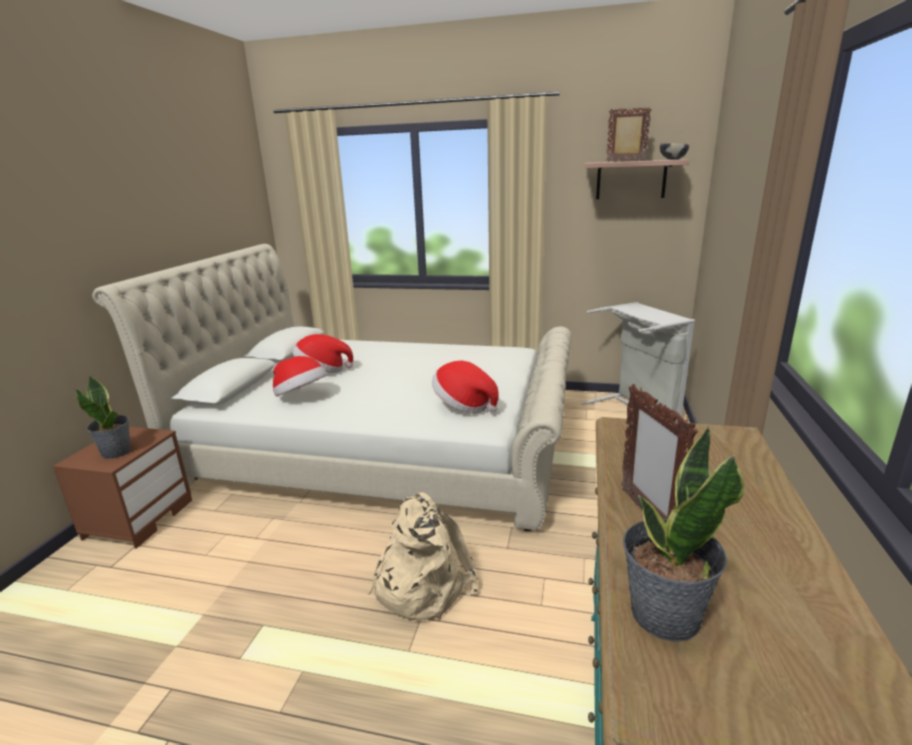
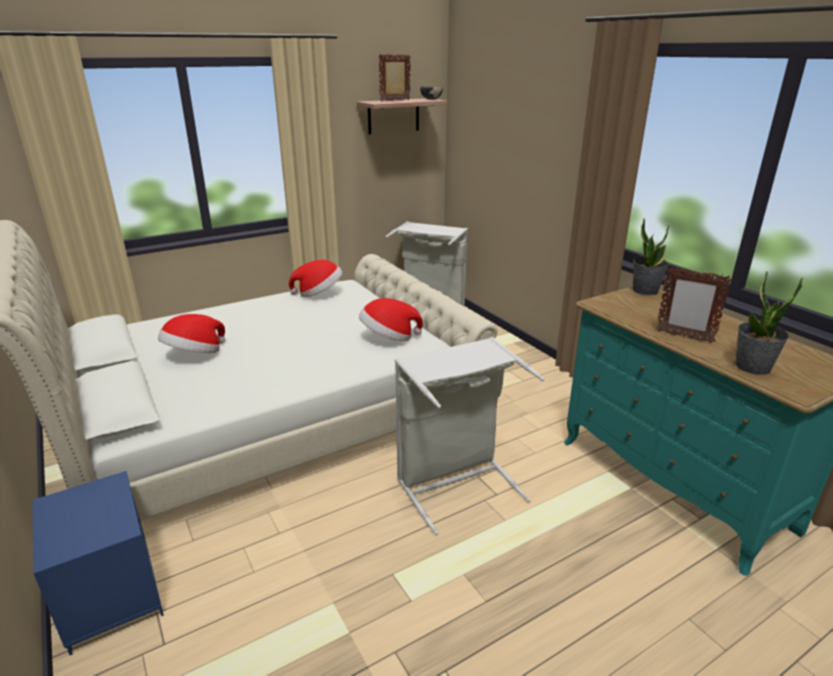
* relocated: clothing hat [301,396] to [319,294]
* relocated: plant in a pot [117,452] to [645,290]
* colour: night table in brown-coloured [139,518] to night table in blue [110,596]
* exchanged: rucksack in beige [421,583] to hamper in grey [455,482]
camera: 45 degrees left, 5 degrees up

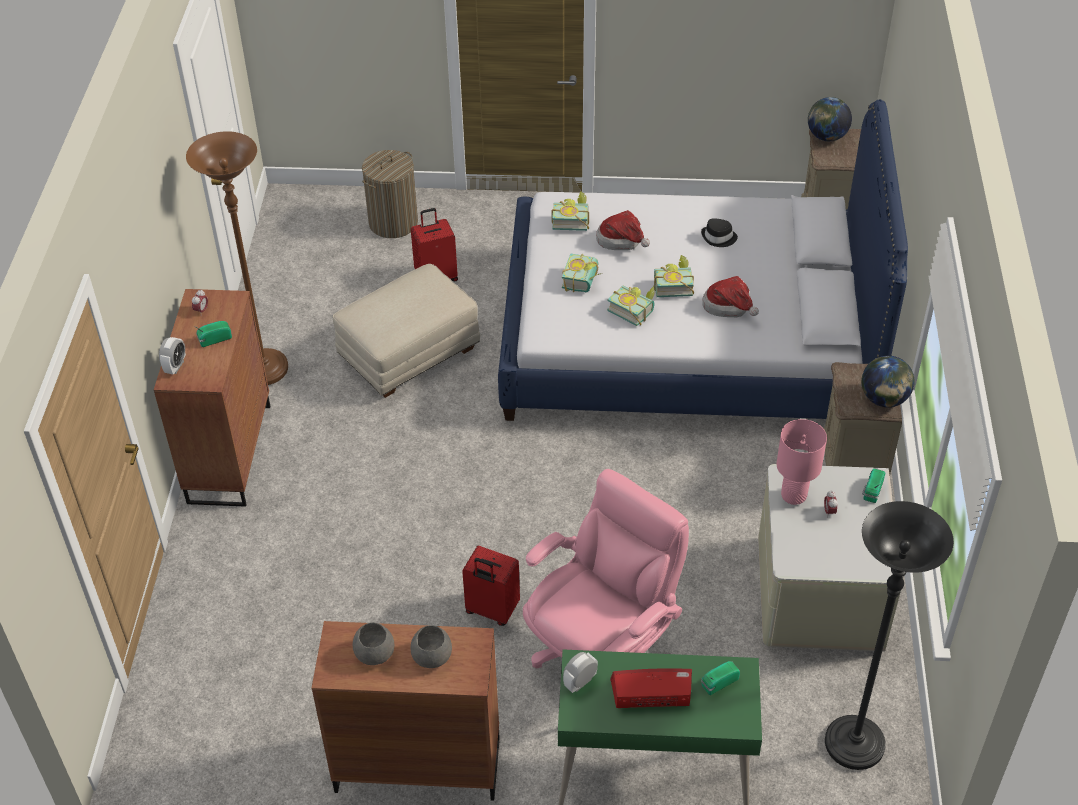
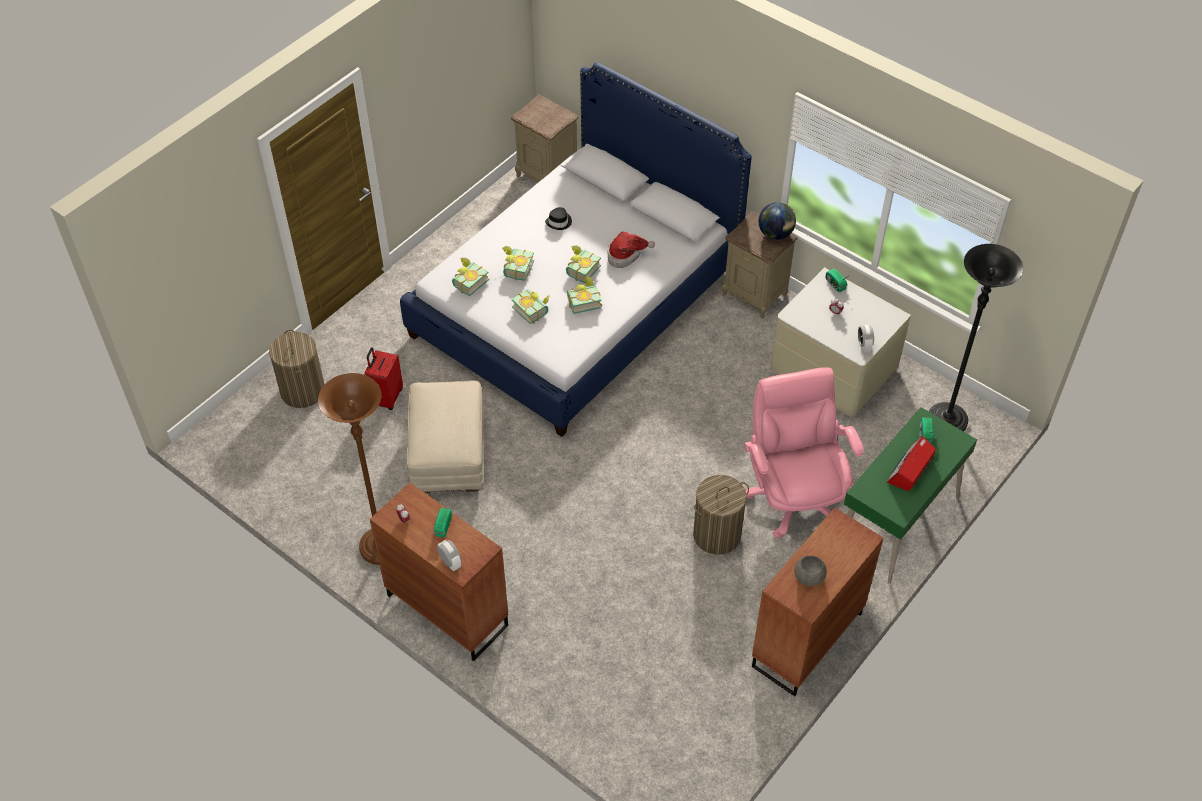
* missing: globe [826,137]
* exchanged: clothing hat [622,241] to volume [515,269]
* missing: tabletop lamp in pink [794,497]
* exchanged: suitcase in red-coloured [491,610] to hamper [716,535]
* missing: deep dish in grey [432,655]
* relocated: alarm clock [580,682] to [863,345]
camera: 55 degrees left, 5 degrees up

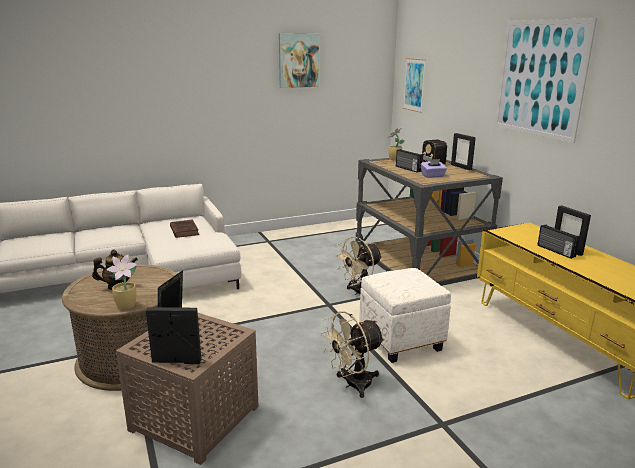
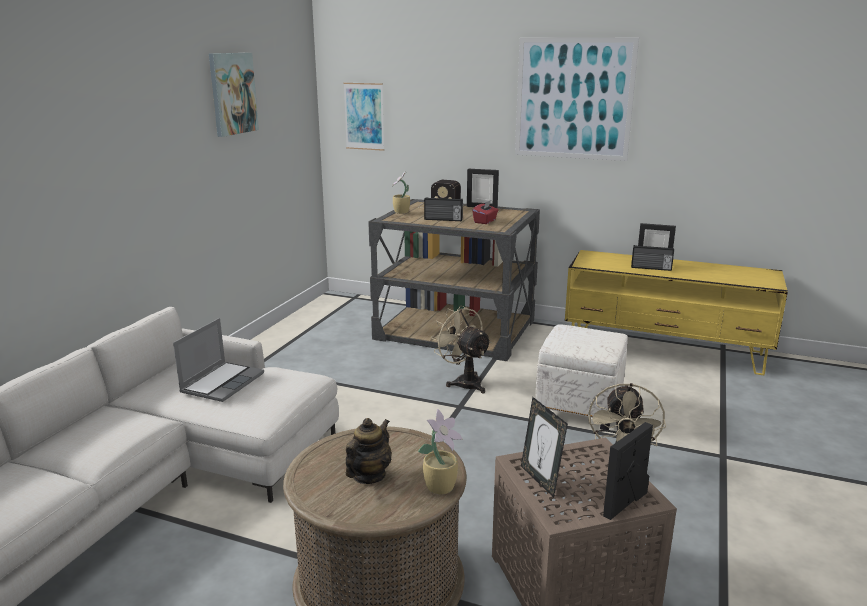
* colour: tissue holder in purple-coloured [433,176] to tissue holder in red-coloured [485,221]
* exchanged: volume in brown-coloured [184,230] to laptop [222,382]
* spun: cooling fan in beige [359,293] = [463,382] 135 degrees clockwise
camera: 45 degrees left, 0 degrees up

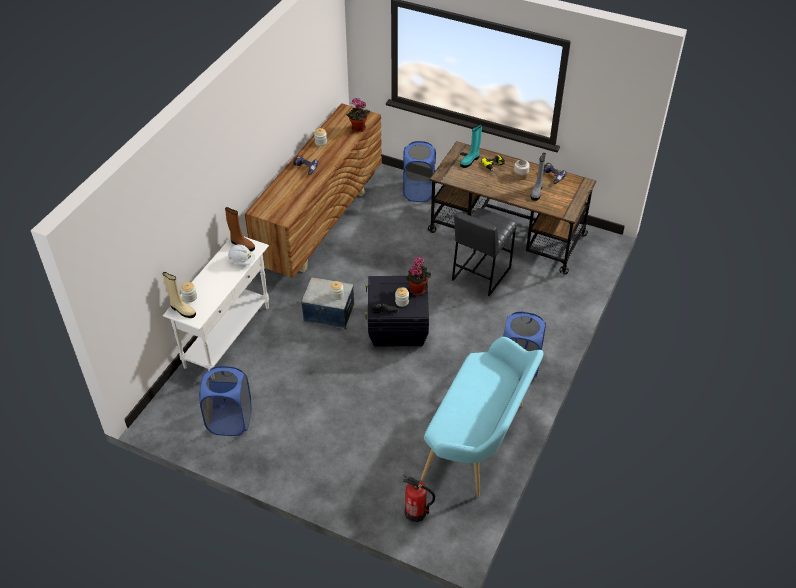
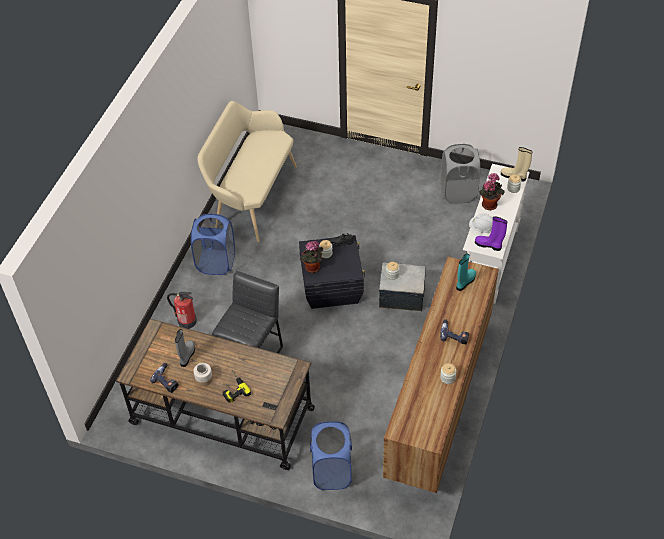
* relocated: plant in a pot [358,129] to [489,203]
* relocated: tall boot in turquoise [470,161] to [465,282]
* colour: tall boot in brown-coloured [242,244] to tall boot in purple-coloured [489,245]
* colour: long seat in turquoise [480,442] to long seat in beige [251,197]
* colour: hamper in blue [230,421] to hamper in grey [458,192]
* relocated: fire-fighting cylinder [416,512] to [186,321]
camera: 175 degrees right, 5 degrees up

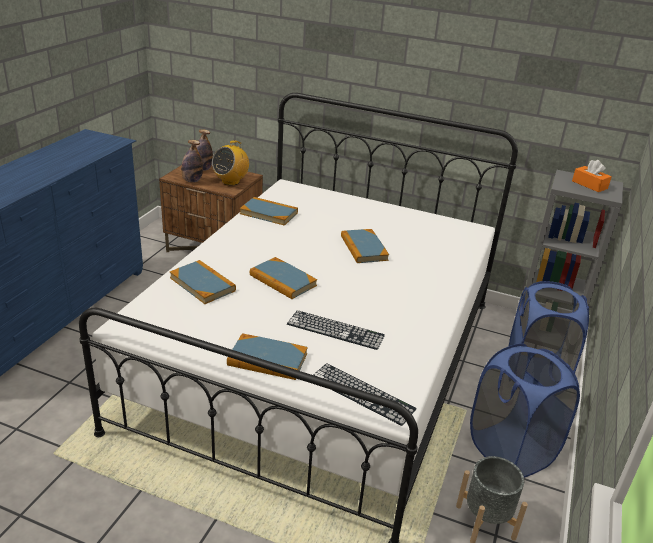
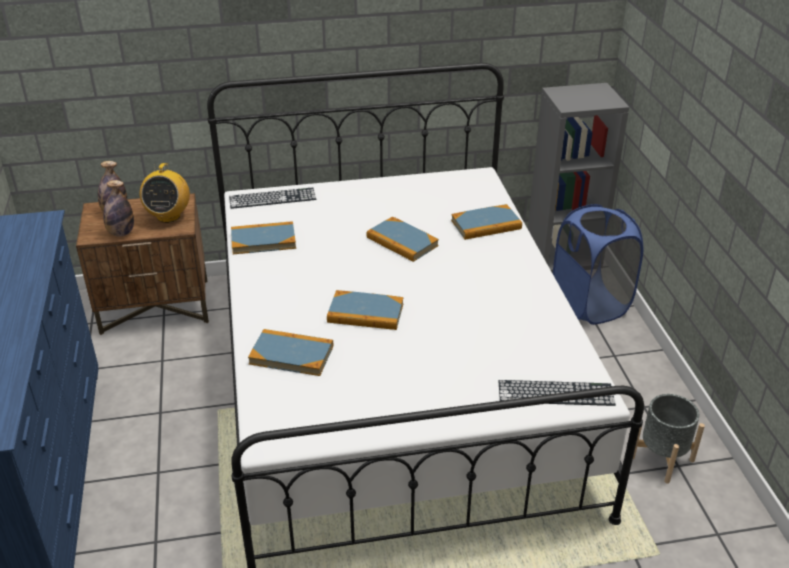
* missing: tissue holder in orange [589,185]
* relocated: PC keyboard [335,330] to [272,198]
* relocated: volume [267,360] to [486,225]
* missing: hamper in blue [510,450]
camera: 30 degrees left, 5 degrees up

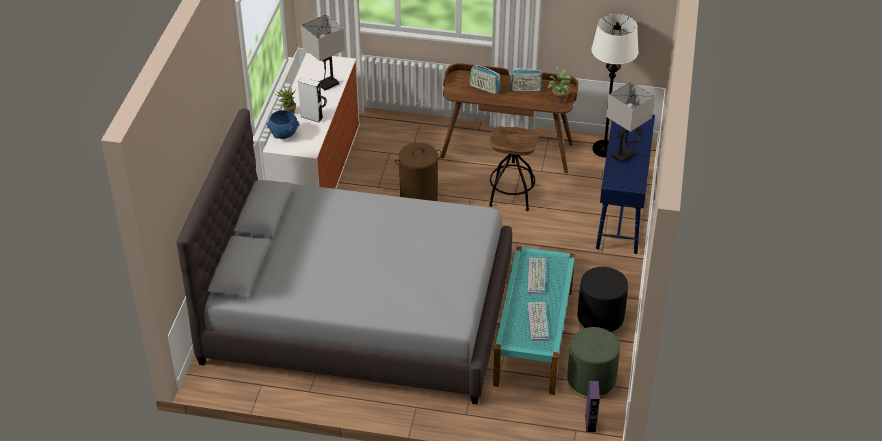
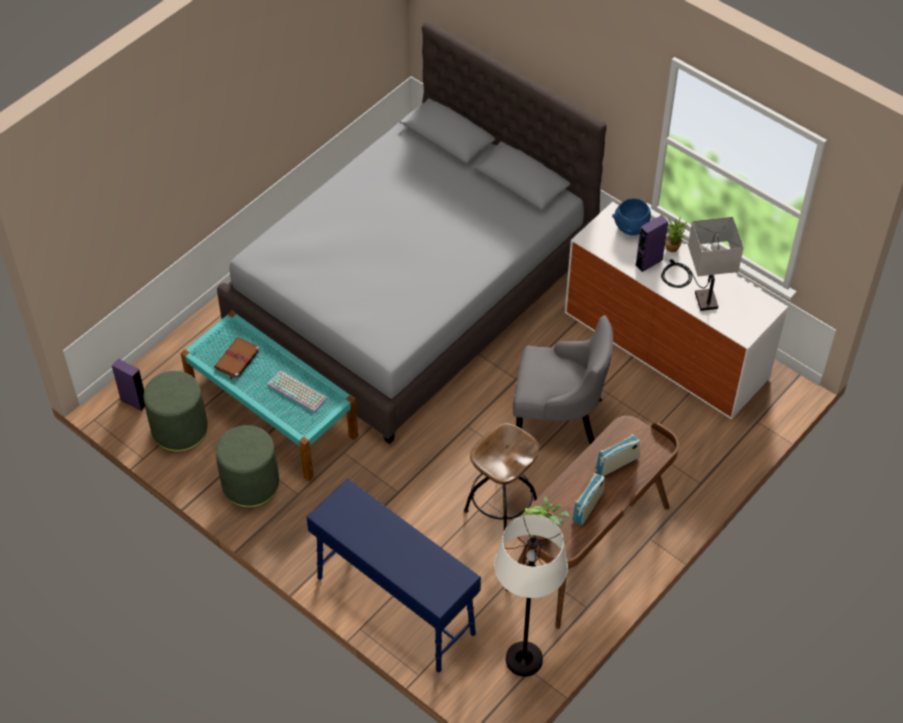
* colour: speaker in white-coloured [311,117] to speaker in purple-coloured [649,262]
* missing: tabletop lamp [627,147]
* exchanged: hamper in brown-coloured [419,197] to plain chair in grey [557,418]
* colour: ottoman in blackish [600,319] to ottoman in green [250,484]
* exchanged: PC keyboard [537,321] to volume in brown-coloured [237,360]
camera: 120 degrees right, 10 degrees up

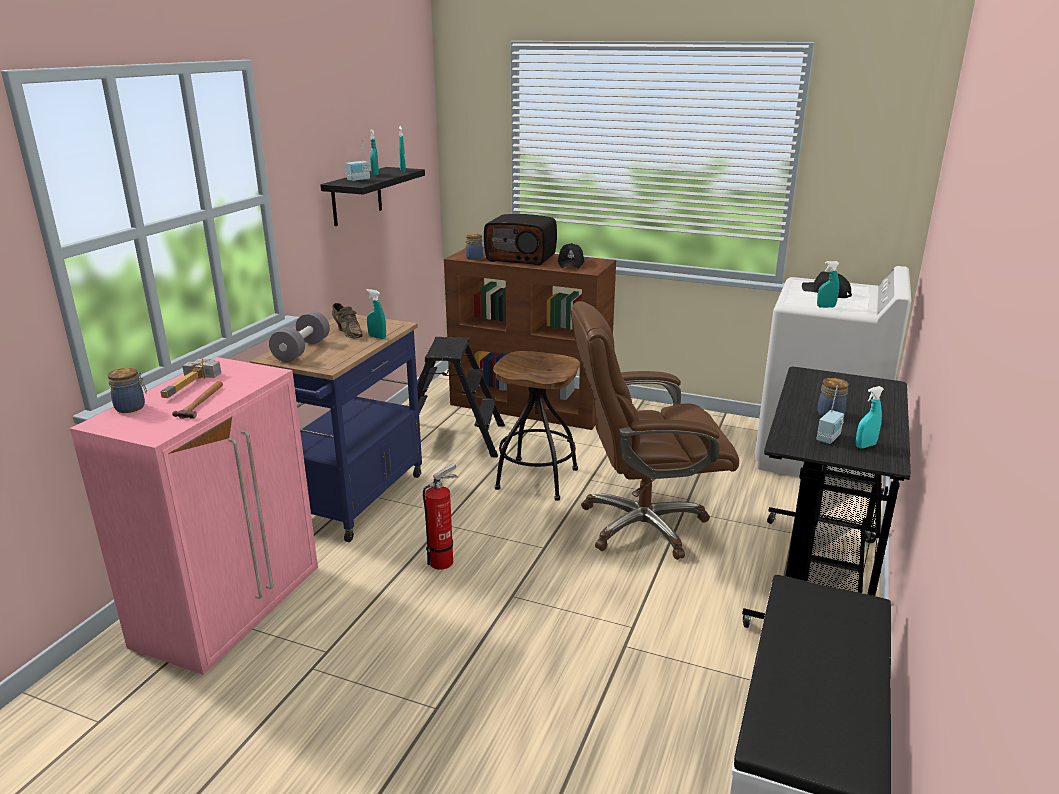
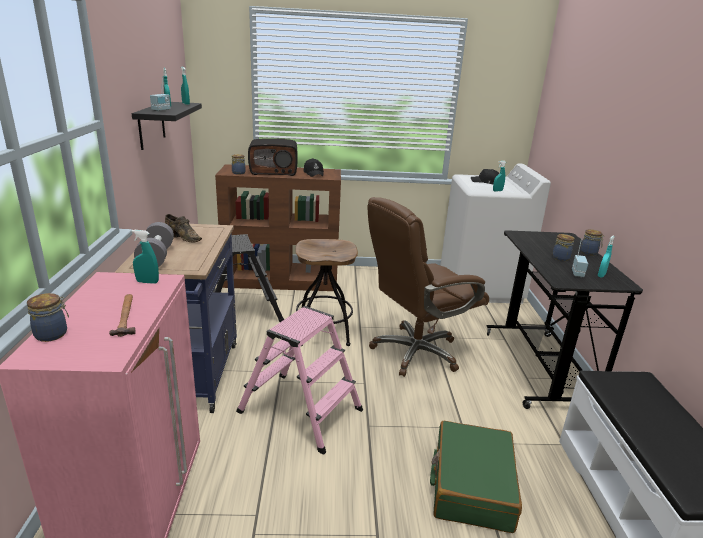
* relocated: sprayer in turquoise [377,337] to [147,282]
* missing: hammer [193,384]
* exchanged: fire-fighting cylinder [444,561] to step stool in pink [300,410]
* appeared: preserve jar [589,253]
* appeared: suitcase in green [471,485]
camera: 25 degrees left, 0 degrees up

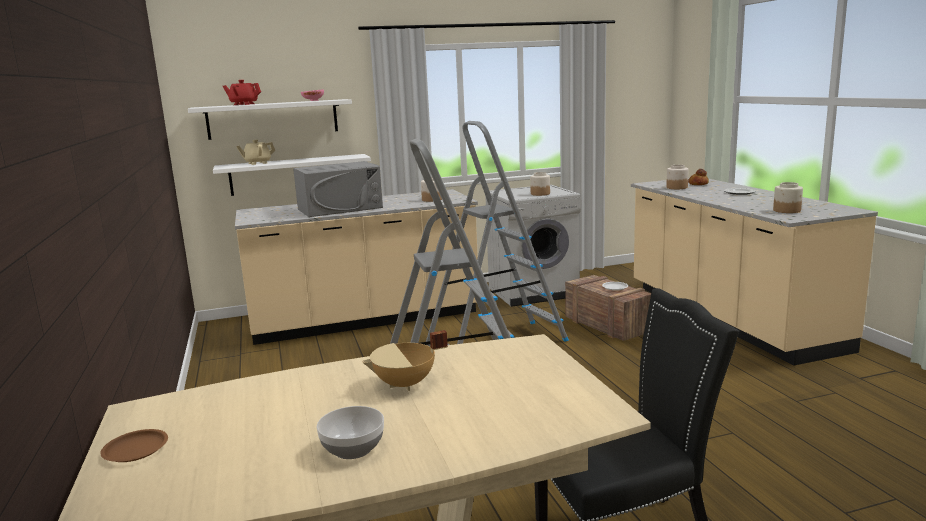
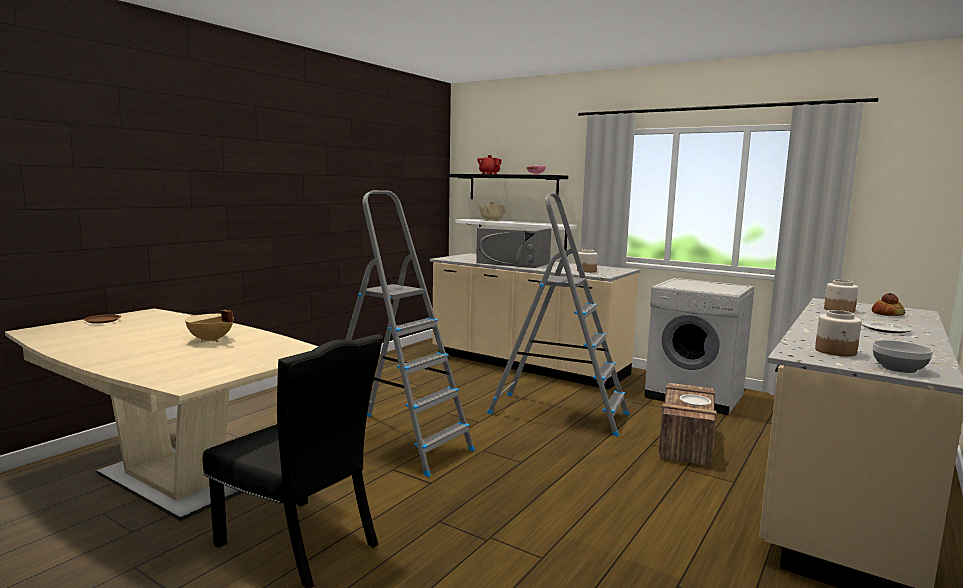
* colour: bracket shelf in white-coloured [273,119] to bracket shelf in blackish [513,187]
* missing: preserve jar [540,194]
* relocated: deep dish [352,449] to [898,368]
camera: 50 degrees right, 5 degrees down

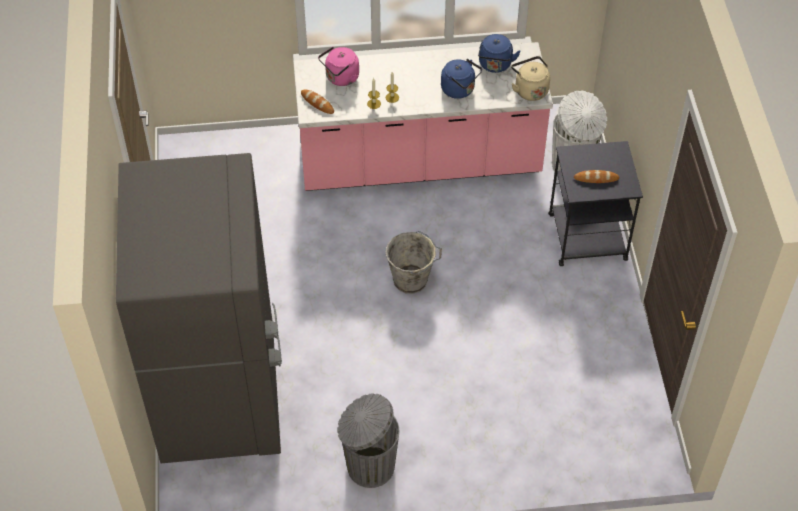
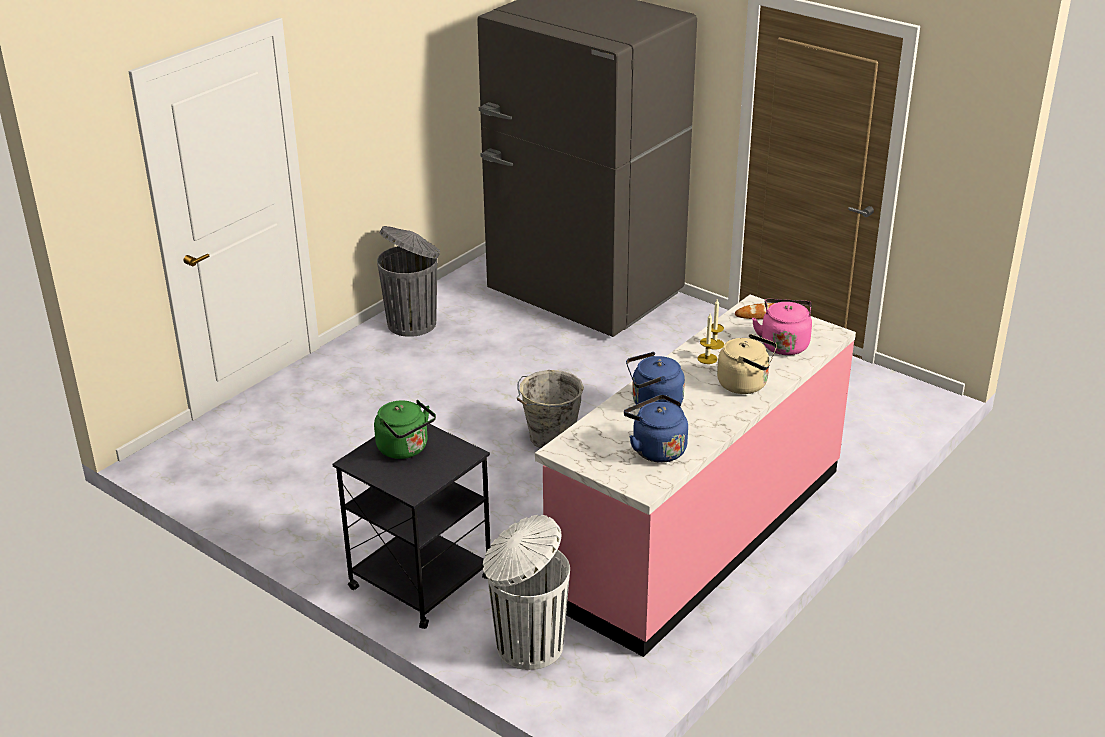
* relocated: tea kettle in beige [529,90] to [746,384]
* exchanged: baked bread [596,178] to tea kettle in green [405,449]
camera: 135 degrees right, 20 degrees down

